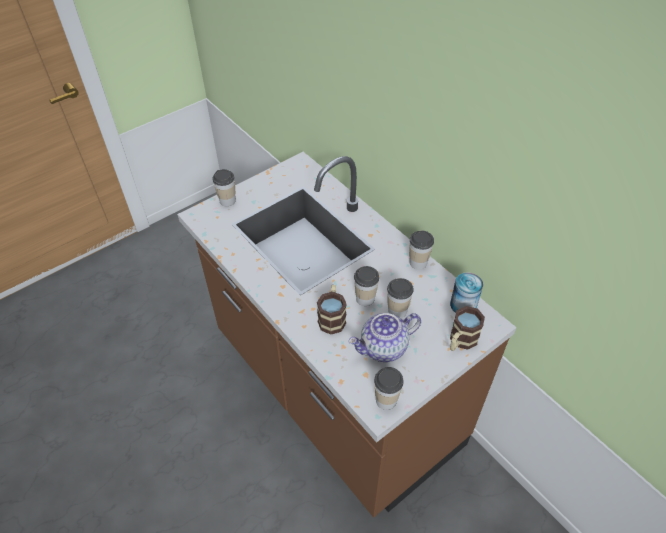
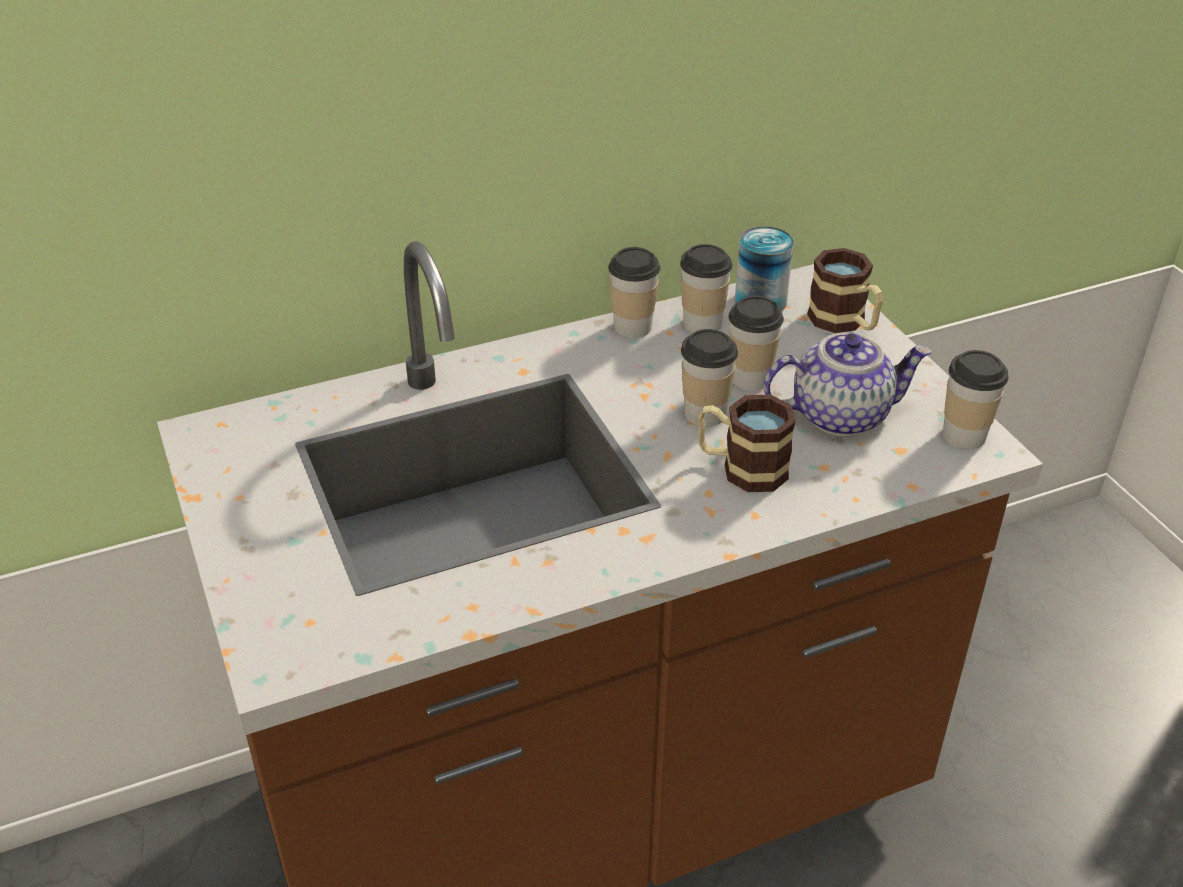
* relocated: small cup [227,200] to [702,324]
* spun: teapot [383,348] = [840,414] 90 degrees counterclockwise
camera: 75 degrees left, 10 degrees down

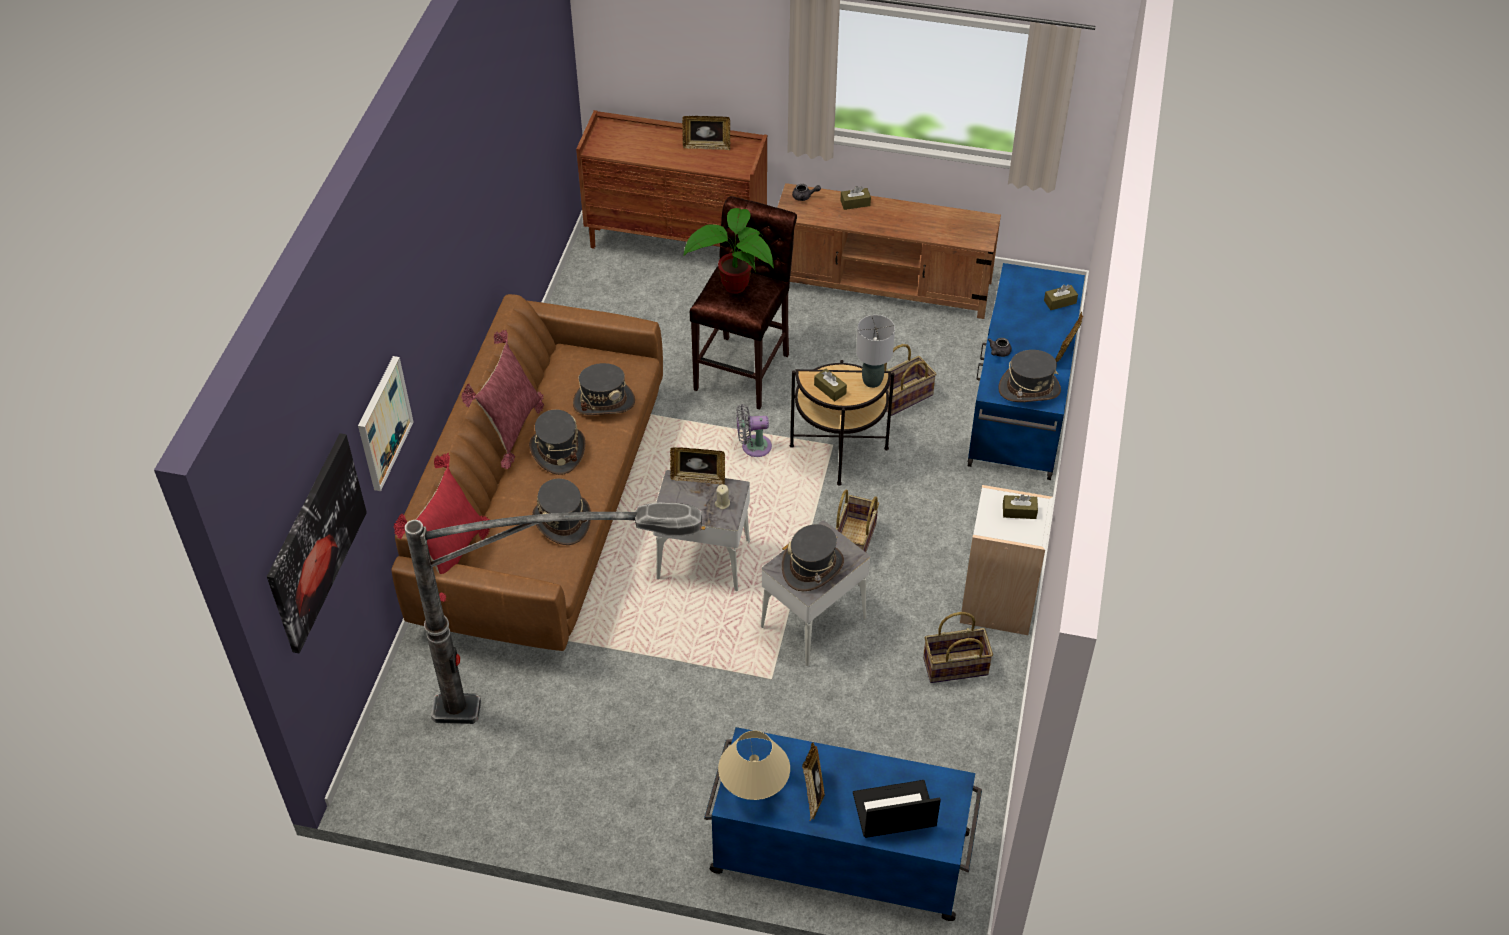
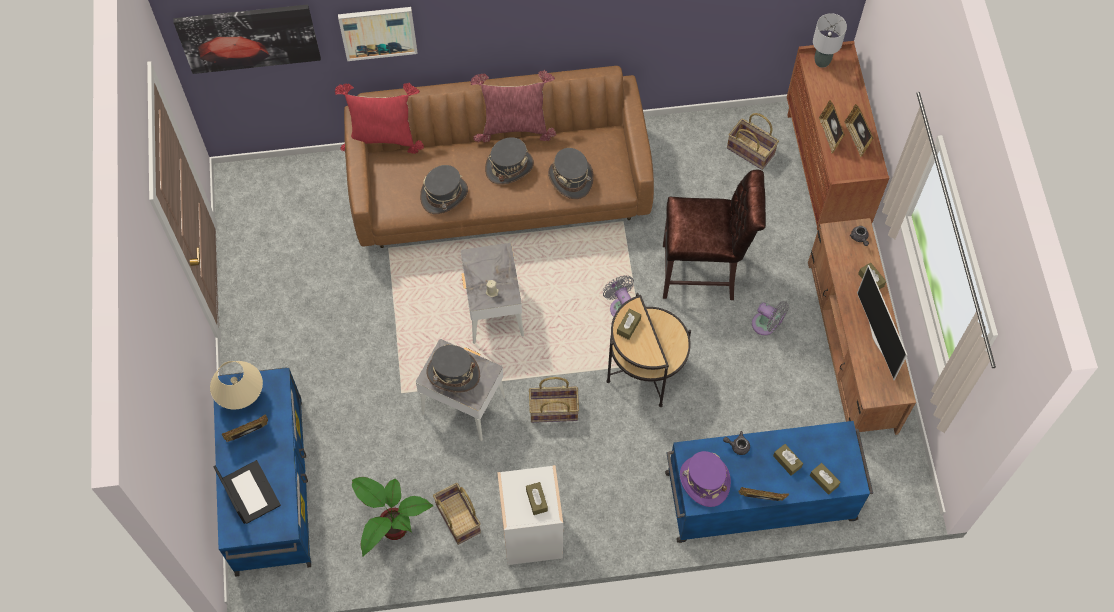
* relocated: plant in a pot [731,288] to [392,528]
* relocated: tabletop lamp in grey [872,381] to [822,61]
* relocated: household basket [903,396] to [751,151]
* colour: clothing hat in grey [1029,389] to clothing hat in purple-coloured [704,481]
* relocated: standing frame [698,478] to [829,135]
* missing: standard lamp [570,712]
* appeared: TV set [878,338]
* appeared: cooling fan in grey [766,325]
* appeared: tissue holder in brown-coloured [787,461]
camera: 70 degrees right, 15 degrees up

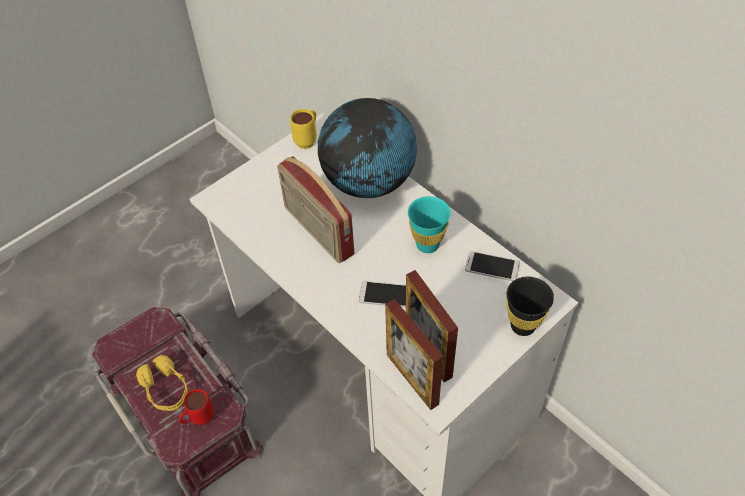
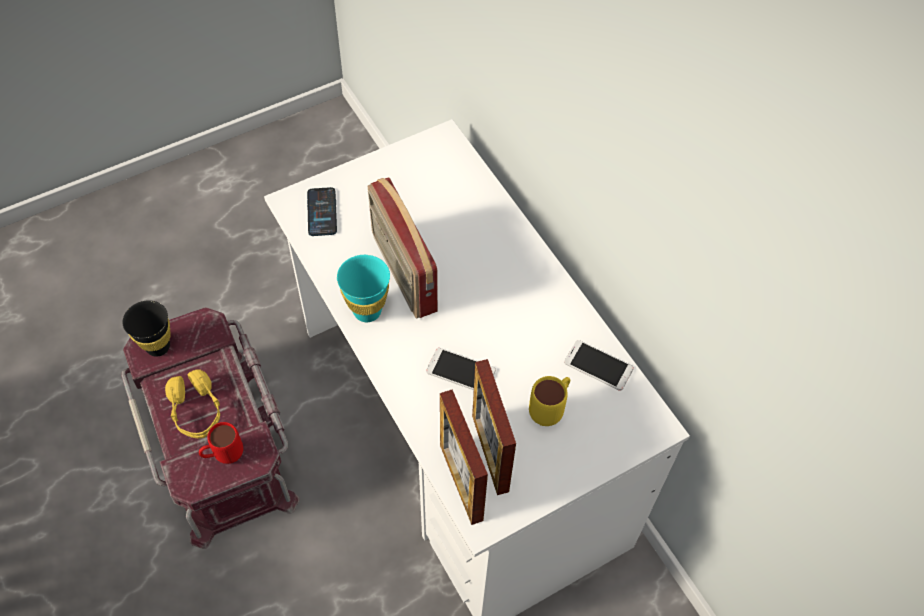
* missing: globe [368,182]
* relocated: mug in yellow-coloured [308,140] to [550,410]
* relocated: small cup in turquoise [427,244] to [367,311]
* relocated: small cup in blackish [522,326] to [158,346]
* appeared: phone [322,212]
camera: 10 degrees right, 5 degrees up

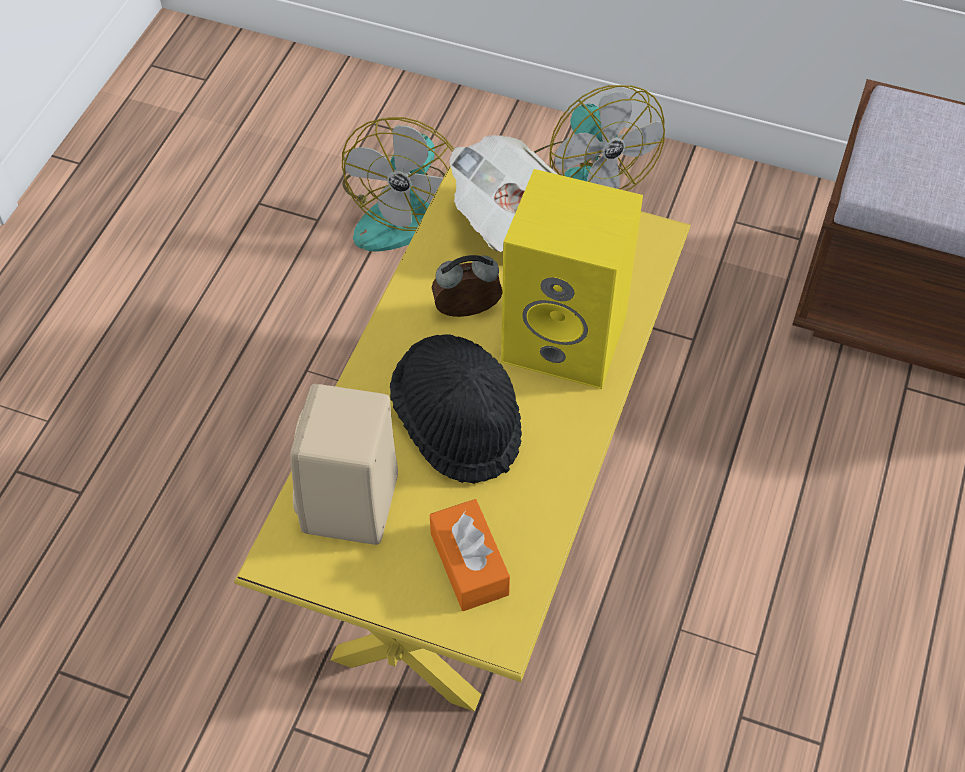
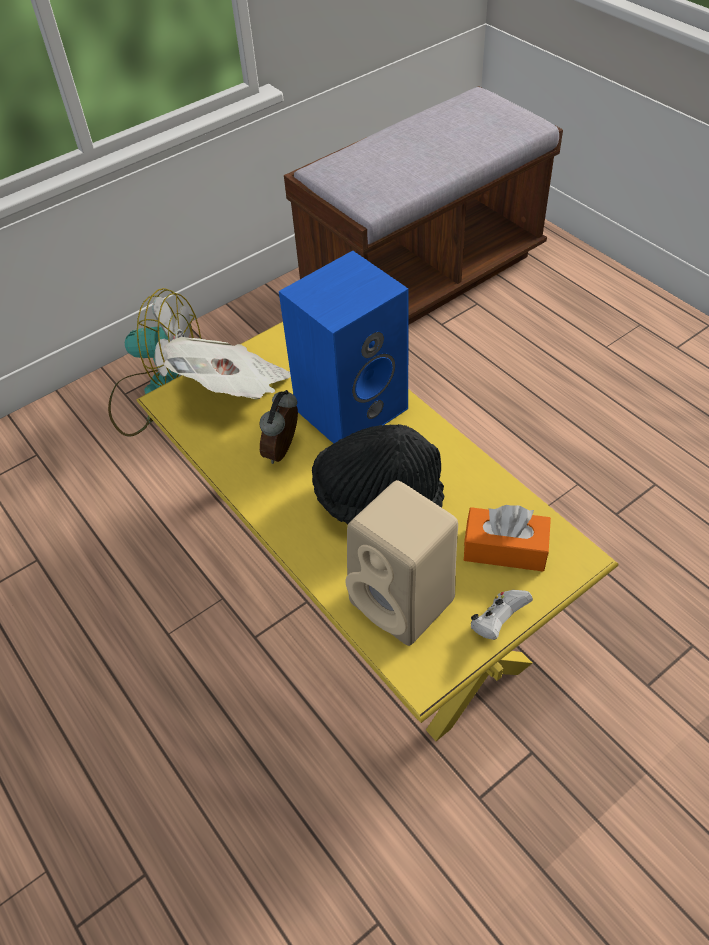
* missing: cooling fan [403,209]
* colour: speaker in yellow-coloured [568,338] to speaker in blue [352,407]
* appeared: gamepad in white-coloured [497,622]
camera: 55 degrees left, 5 degrees down

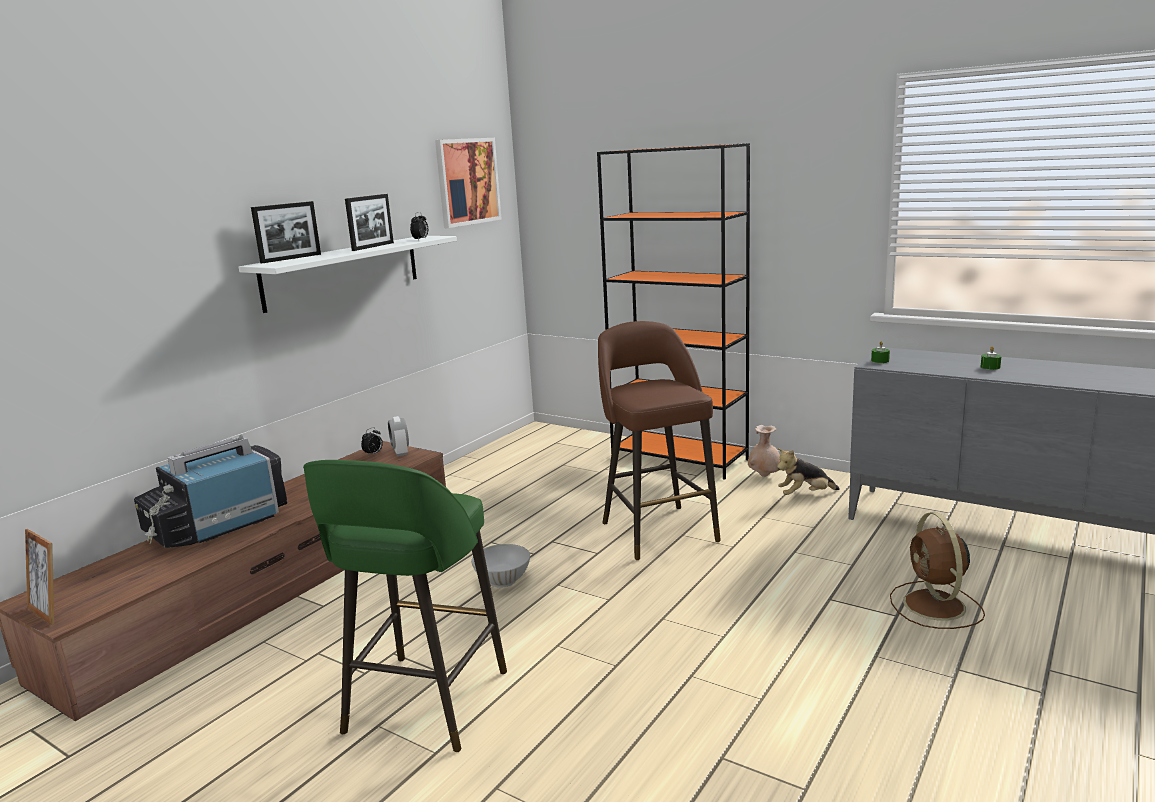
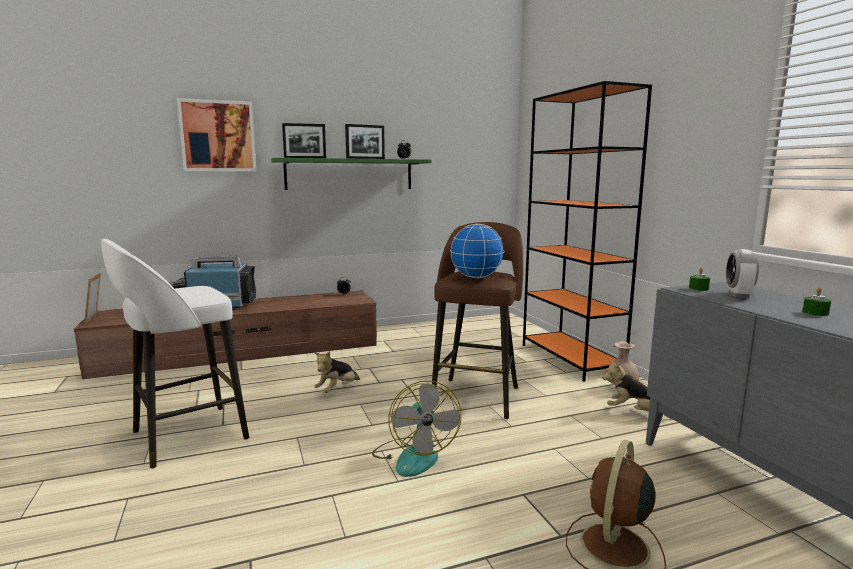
* relocated: wall picture [467,181] to [218,136]
* colour: bracket shelf in white-coloured [343,272] to bracket shelf in green [349,174]
* relocated: alarm clock [400,452] to [738,295]
* colour: stool seat in green [424,705] to stool seat in white-coloured [186,436]
* exchanged: deep dish in white-coloured [502,580] to soft toy [337,390]
* appeared: globe [477,277]
* appeared: cooling fan [414,455]
camera: 35 degrees right, 5 degrees down

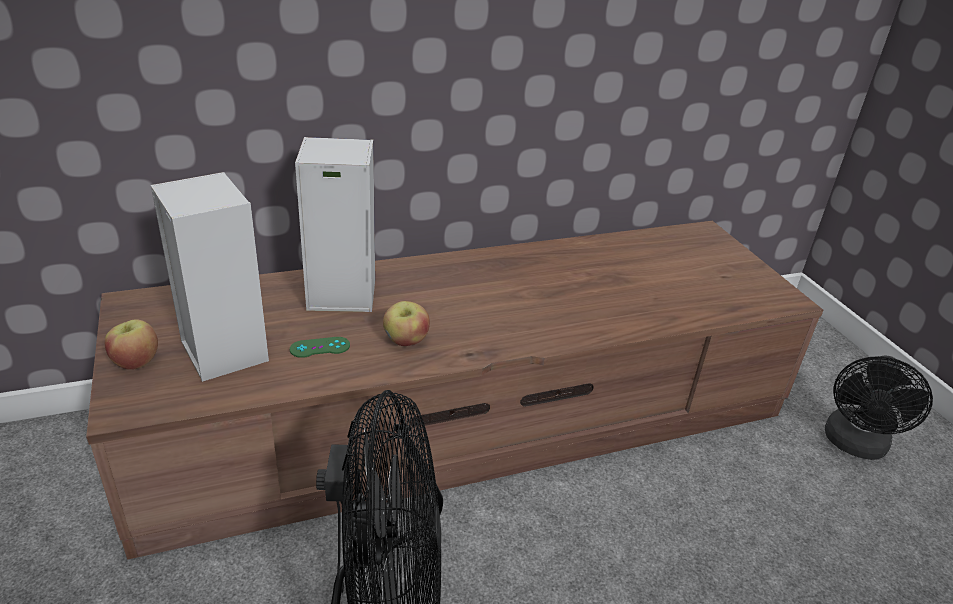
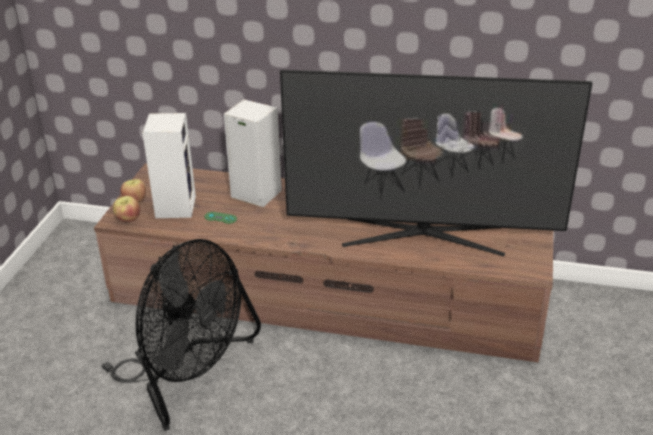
* relocated: apple [406,341] to [128,219]
* missing: cooling fan in blackish [854,445]
* appeared: TV set [422,235]
camera: 35 degrees right, 0 degrees up

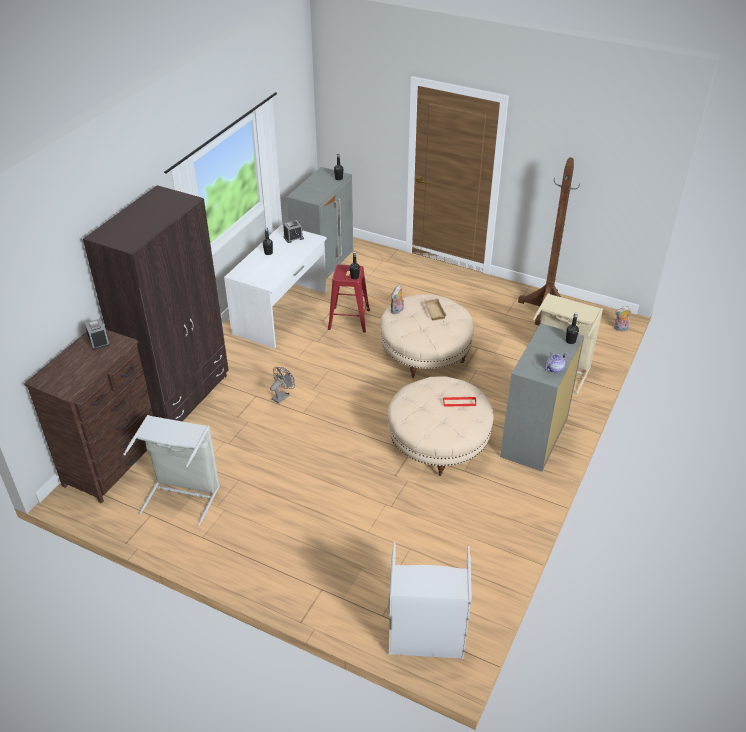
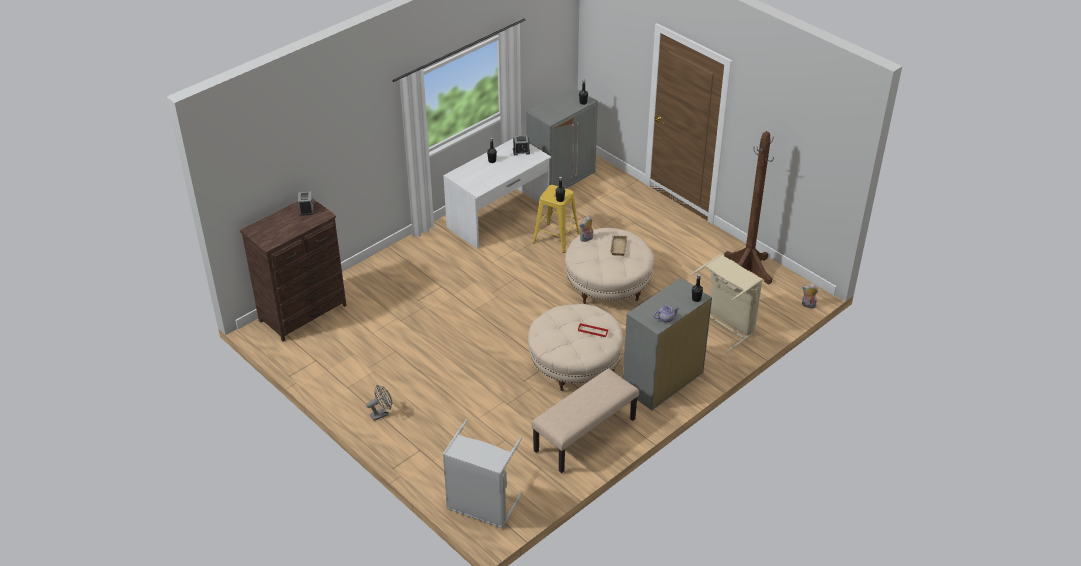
* missing: wardrobe in brown-coloured [181,397]
* colour: stool seat in red-coloured [349,319] to stool seat in yellow-coloured [556,238]
* relocated: cooling fan in grey [282,396] to [381,414]
* missing: hamper in grey [183,494]
* appeared: long seat in beige [585,436]
camera: 20 degrees right, 0 degrees up

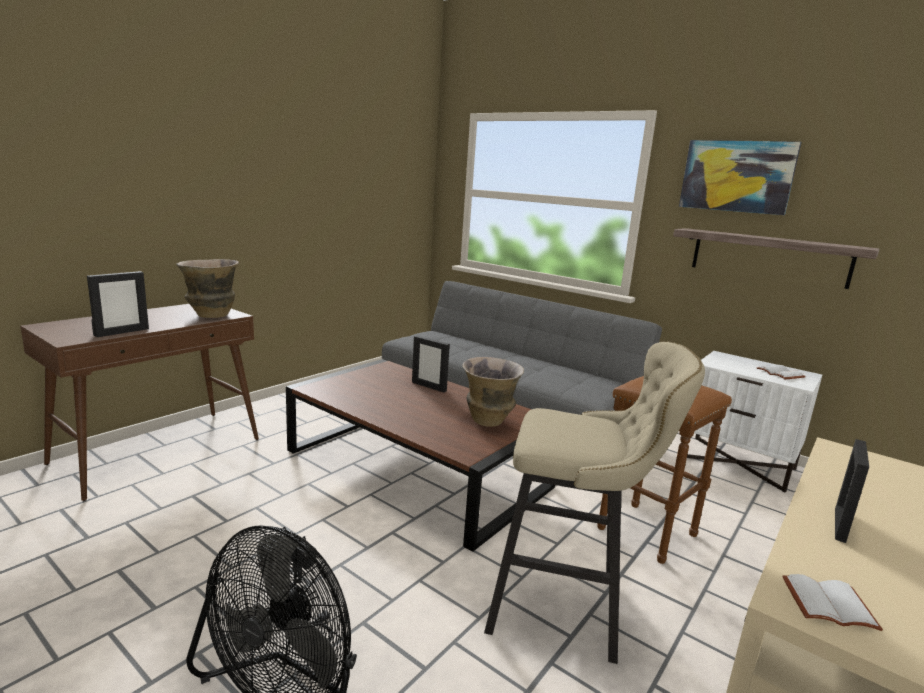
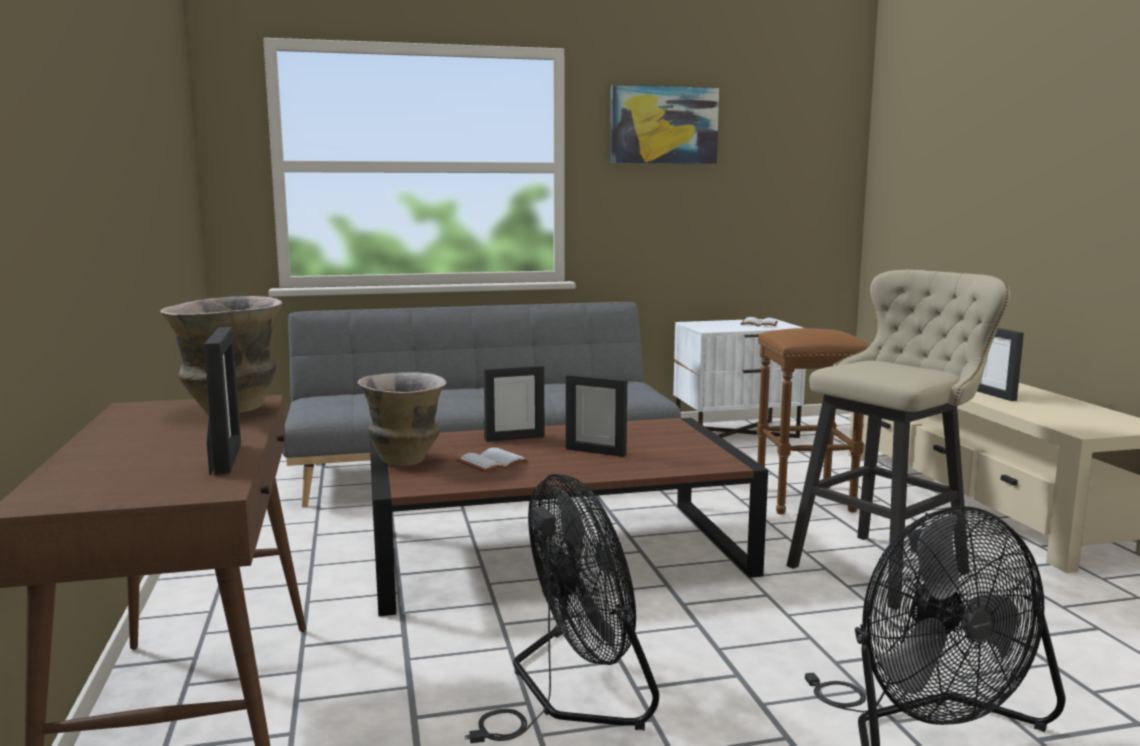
* missing: bracket shelf [769,257]
* relocated: flower vase [489,421] to [406,460]
* relocated: volume in white-coloured [829,603] to [492,462]
* appeared: standing frame [596,451]
* appeared: cooling fan in blackish [562,689]
camera: 50 degrees left, 5 degrees down

